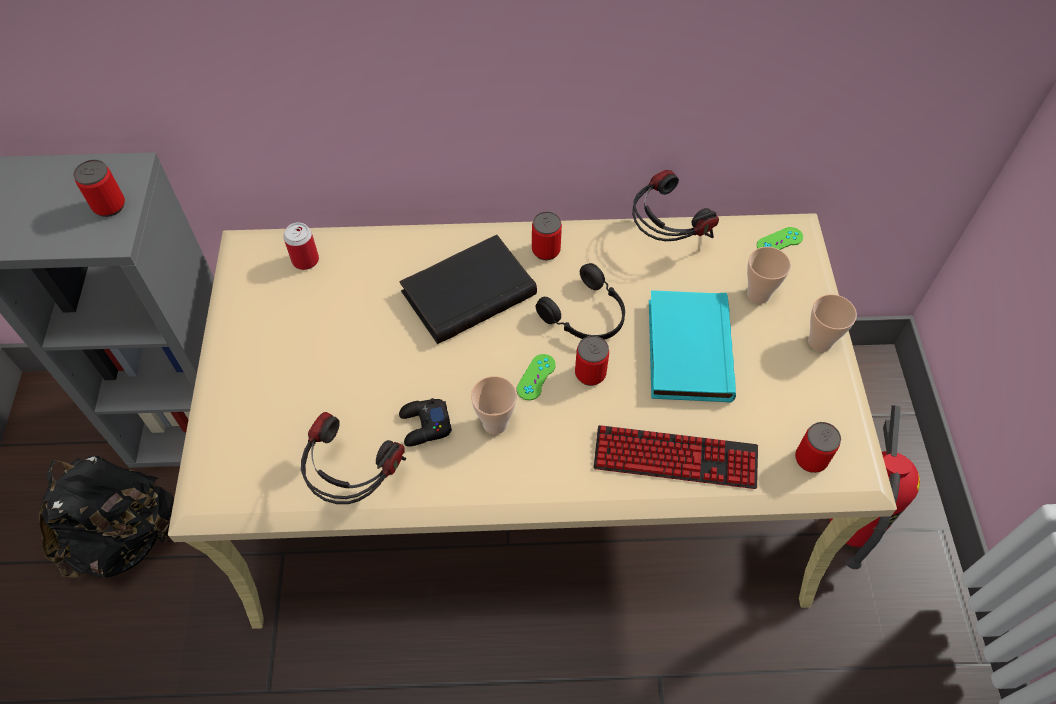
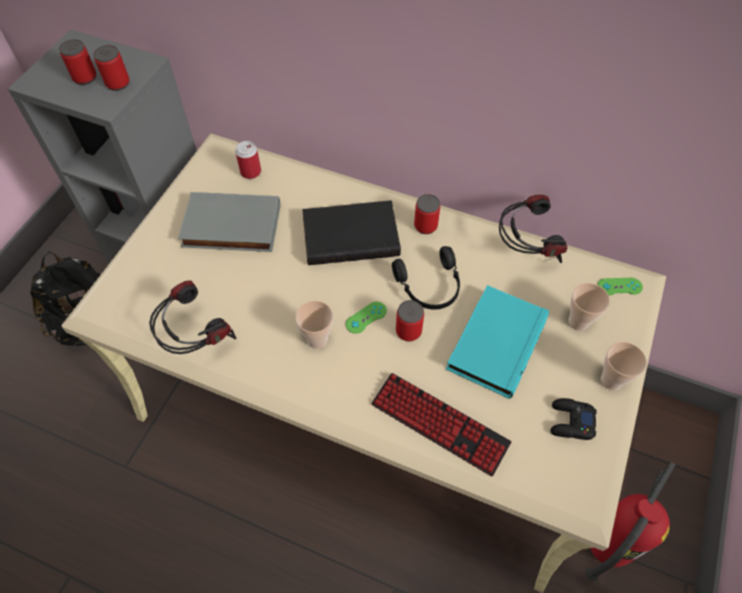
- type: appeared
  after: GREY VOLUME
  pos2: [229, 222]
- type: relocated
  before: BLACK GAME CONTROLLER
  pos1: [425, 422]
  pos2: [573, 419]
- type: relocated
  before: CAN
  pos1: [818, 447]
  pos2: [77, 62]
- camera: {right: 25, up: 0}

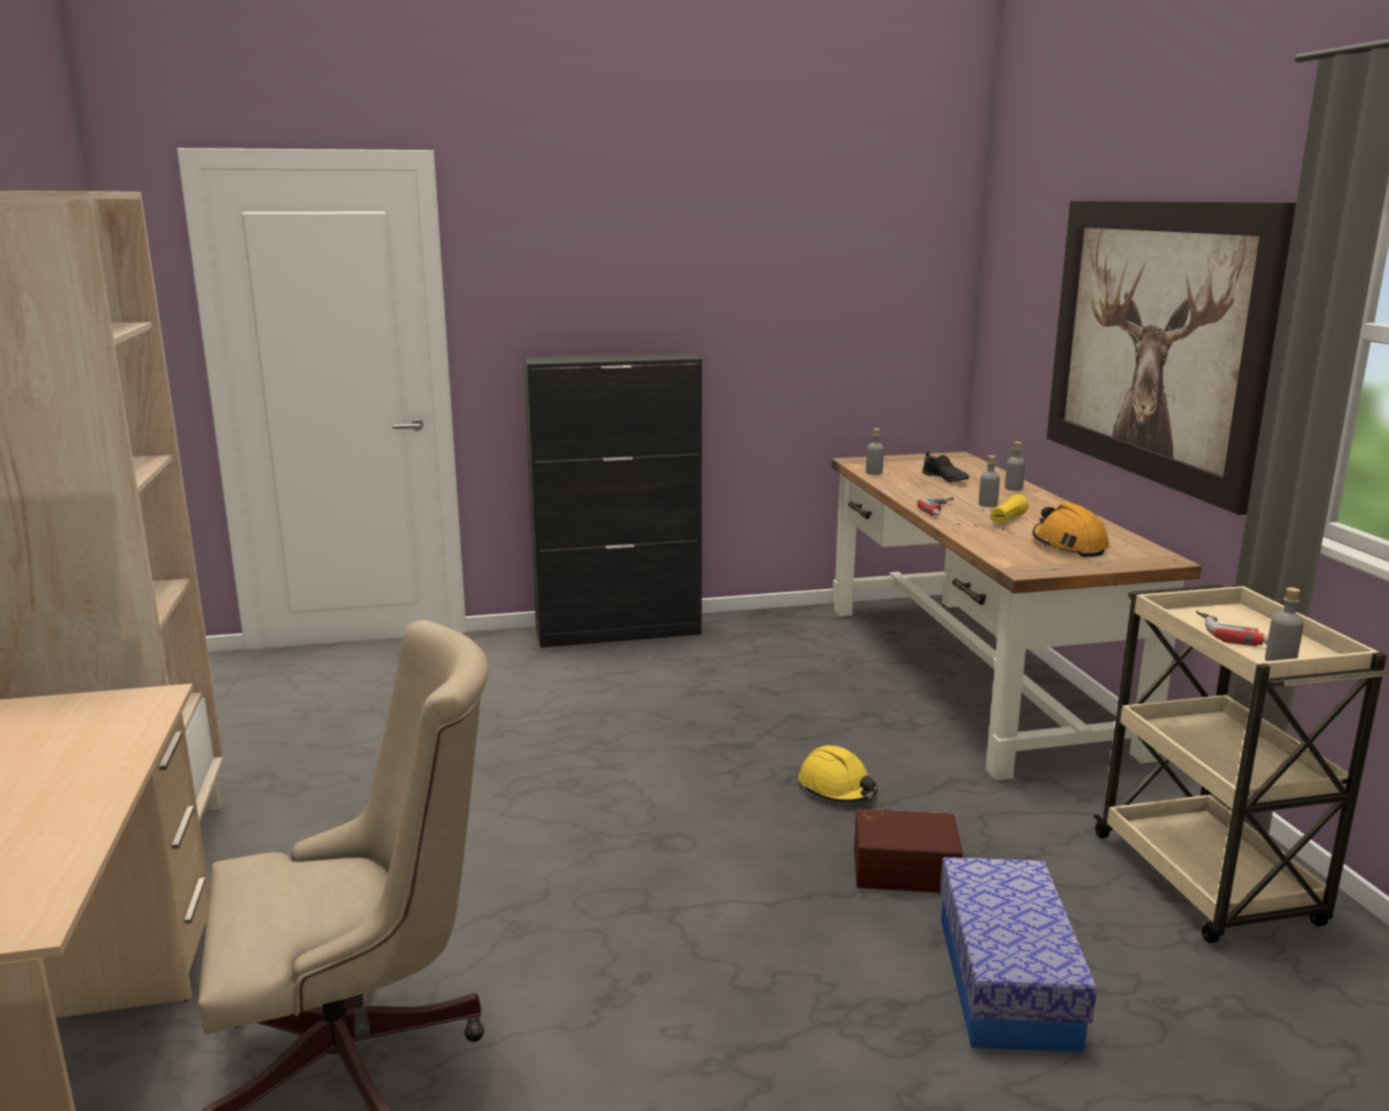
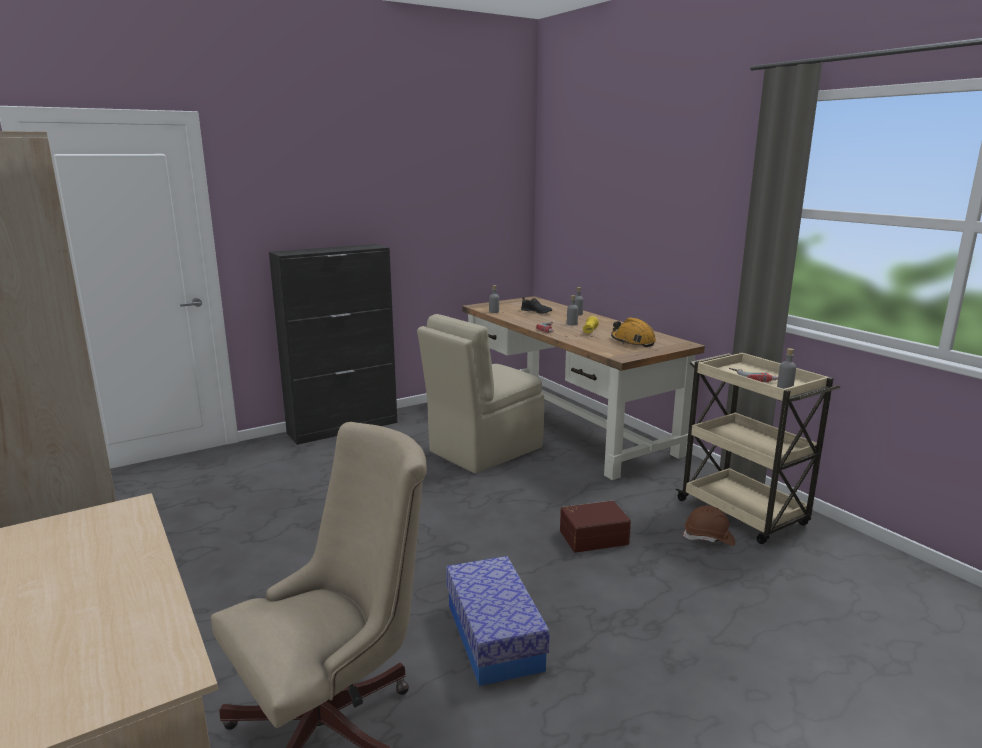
- type: missing
  before: YELLOWISH WORK HELMET
  pos1: [838, 774]
- type: missing
  before: WALL PICTURE
  pos1: [1171, 358]
- type: appeared
  after: BEIGE-COLOURED CHAIR
  pos2: [480, 393]
- type: appeared
  after: BROWN-COLOURED WORK HELMET
  pos2: [709, 526]
- type: relocated
  before: STORAGE BOX
  pos1: [1018, 955]
  pos2: [498, 621]
- camera: {right: -20, up: 0}

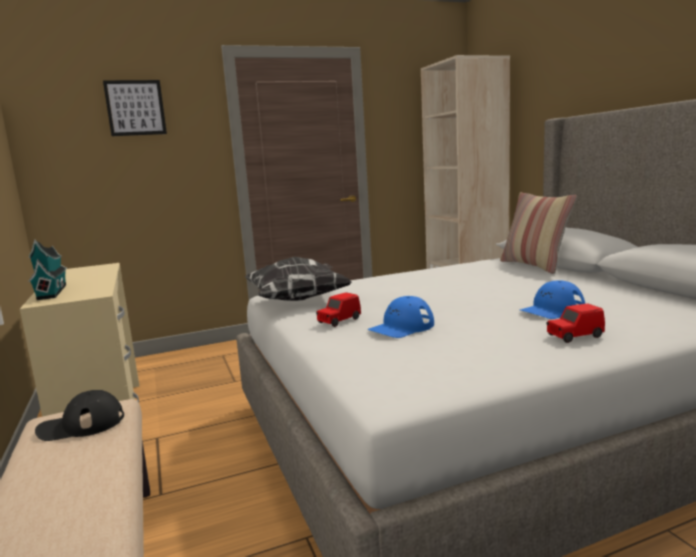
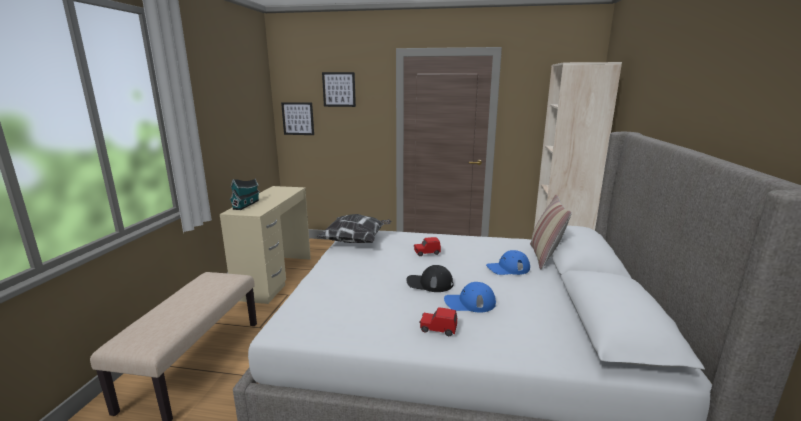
- type: appeared
  after: WALL PICTURE
  pos2: [297, 118]
- type: relocated
  before: BLACK PEAKED CAP
  pos1: [79, 415]
  pos2: [430, 278]
- type: relocated
  before: RED TOY CAR
  pos1: [338, 309]
  pos2: [427, 246]
- type: relocated
  before: BLUE PEAKED CAP
  pos1: [401, 317]
  pos2: [508, 262]
- camera: {right: 30, up: 5}

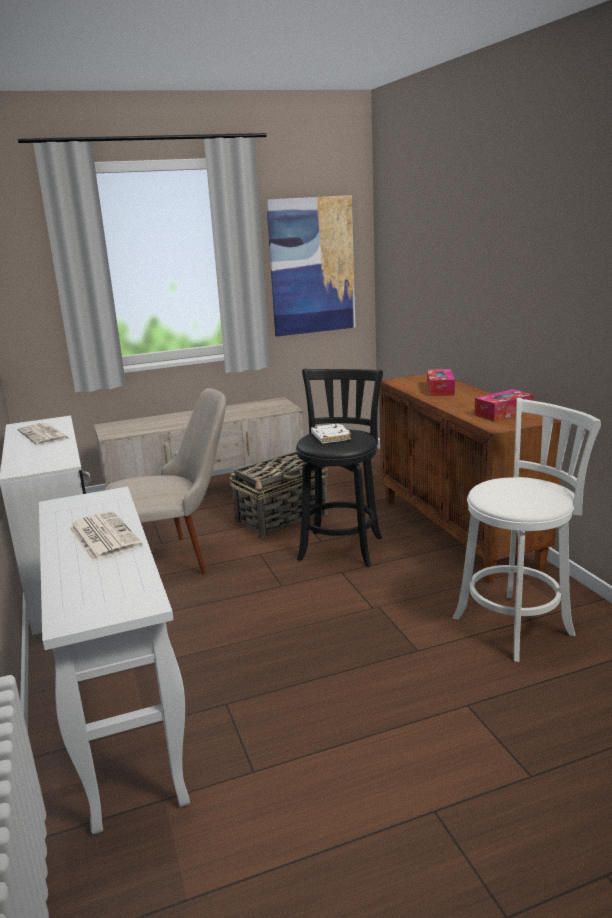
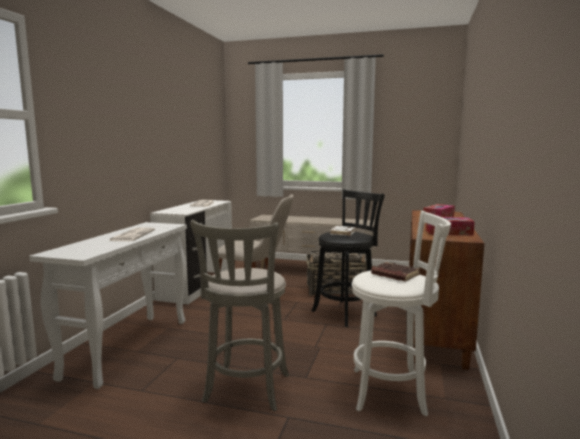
- type: missing
  before: WALL PICTURE
  pos1: [310, 265]
- type: appeared
  after: GREY STOOL SEAT
  pos2: [239, 315]
- type: appeared
  after: BROWN-COLOURED VOLUME
  pos2: [395, 271]
- camera: {right: 35, up: -10}

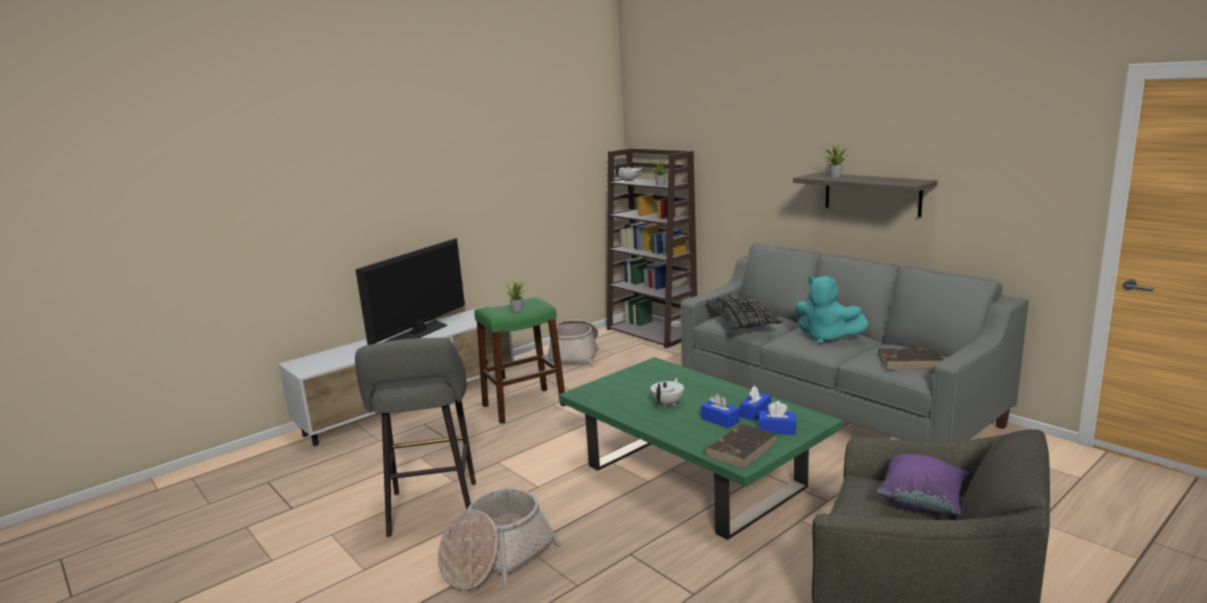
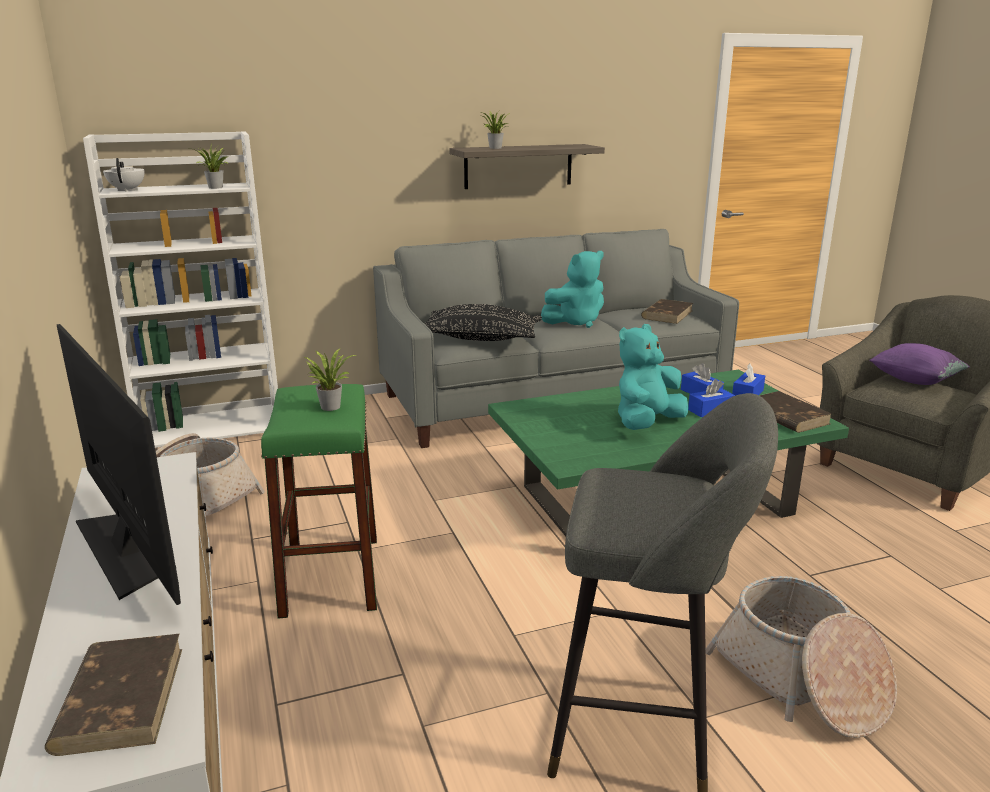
- type: appeared
  after: BROWN-COLOURED VOLUME
  pos2: [113, 695]
- type: exchanged
  before: WHITISH TEA POT
  after: TURQUOISE-COLOURED CUDDLY TOY
  pos1: [667, 392]
  pos2: [653, 377]
- type: colour
  before: BROWN-COLOURED BOOKSHELF
  after: WHITISH BOOKSHELF
  pos1: [652, 248]
  pos2: [180, 289]
- camera: {right: -70, up: 5}

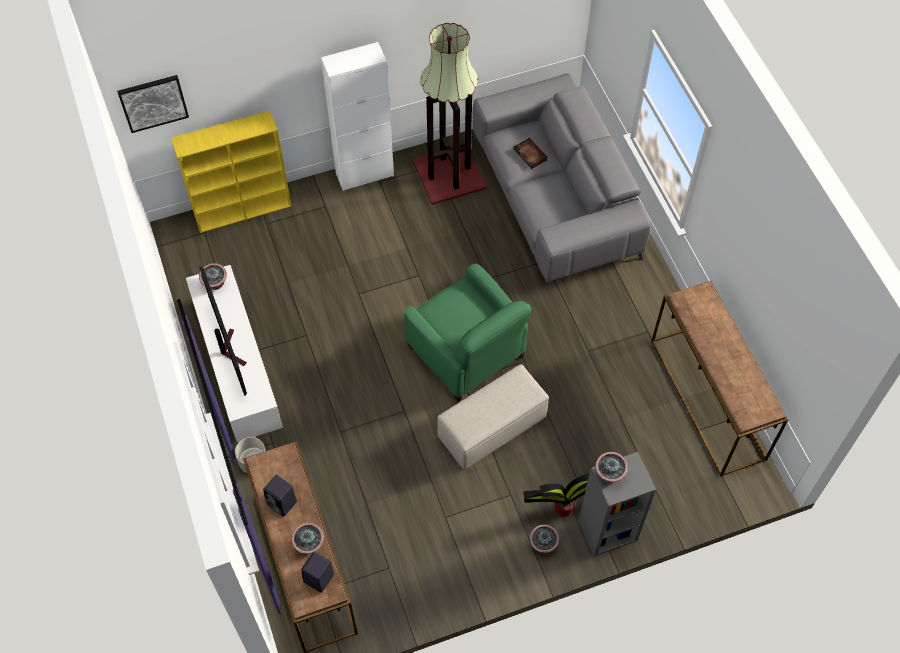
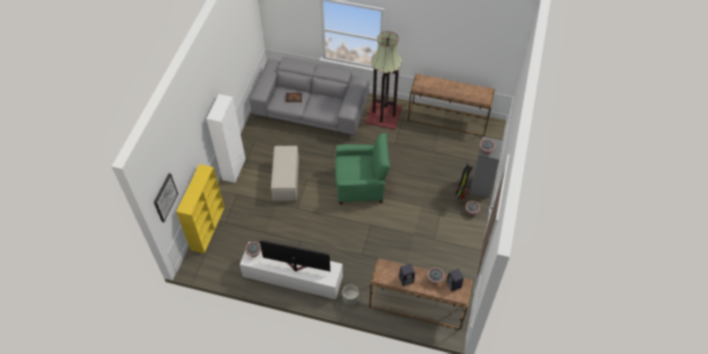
- type: relocated
  before: STANDARD LAMP
  pos1: [450, 114]
  pos2: [383, 80]
- type: relocated
  before: BEIGE-COLOURED POUFFE
  pos1: [493, 416]
  pos2: [285, 173]
- camera: {right: -55, up: -5}

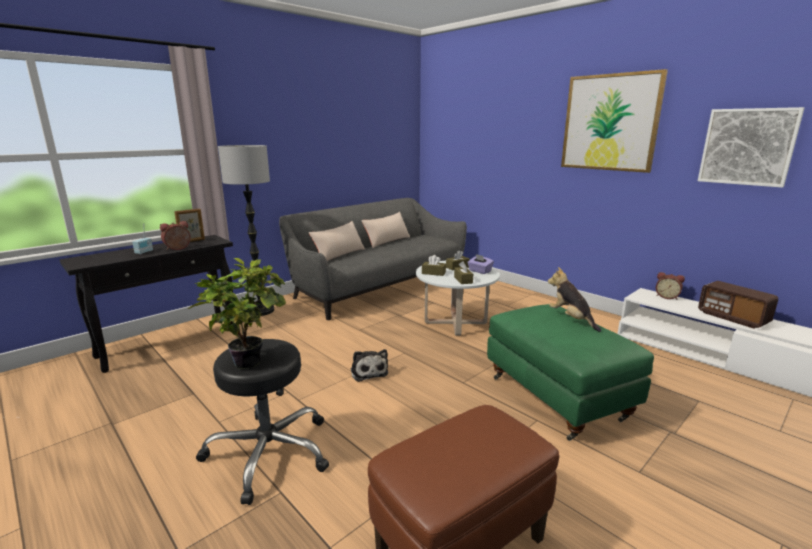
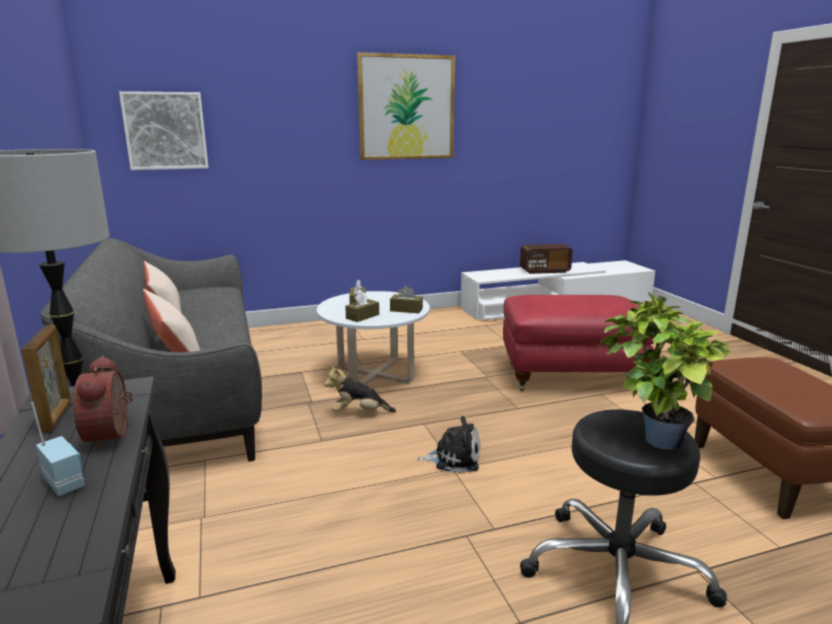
- type: missing
  before: PURPLISH TISSUE HOLDER
  pos1: [480, 264]
- type: missing
  before: ALARM CLOCK
  pos1: [670, 286]
- type: relocated
  before: CUDDLY TOY
  pos1: [574, 299]
  pos2: [360, 388]
- type: relocated
  before: WALL PICTURE
  pos1: [751, 147]
  pos2: [164, 130]
- type: colour
  before: GREENISH POUFFE
  after: RED POUFFE
  pos1: [570, 372]
  pos2: [579, 343]
- camera: {right: -65, up: 0}

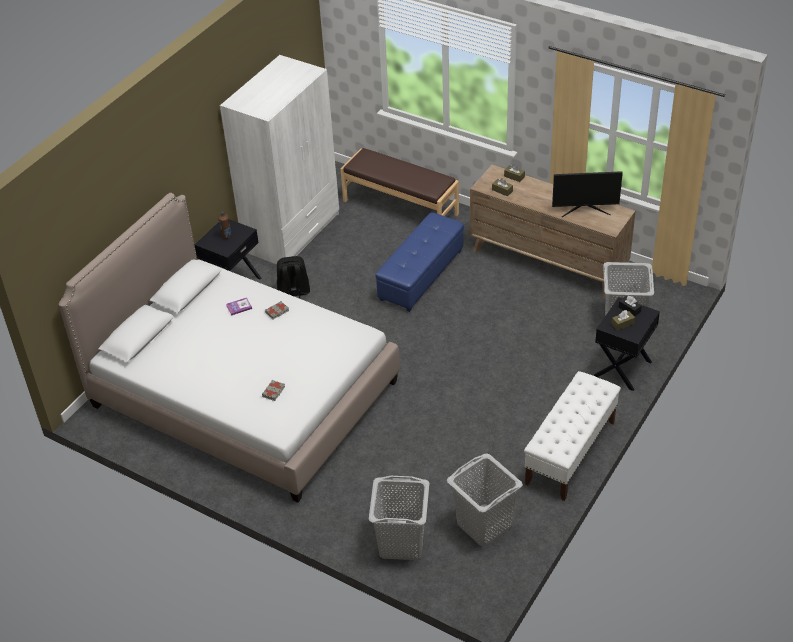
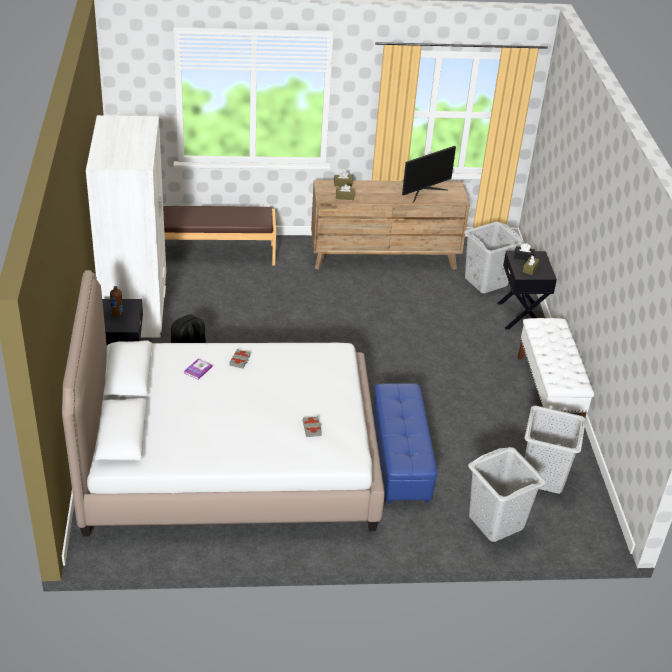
- type: relocated
  before: BLUE POUFFE
  pos1: [419, 262]
  pos2: [405, 443]
- camera: {right: -40, up: -5}

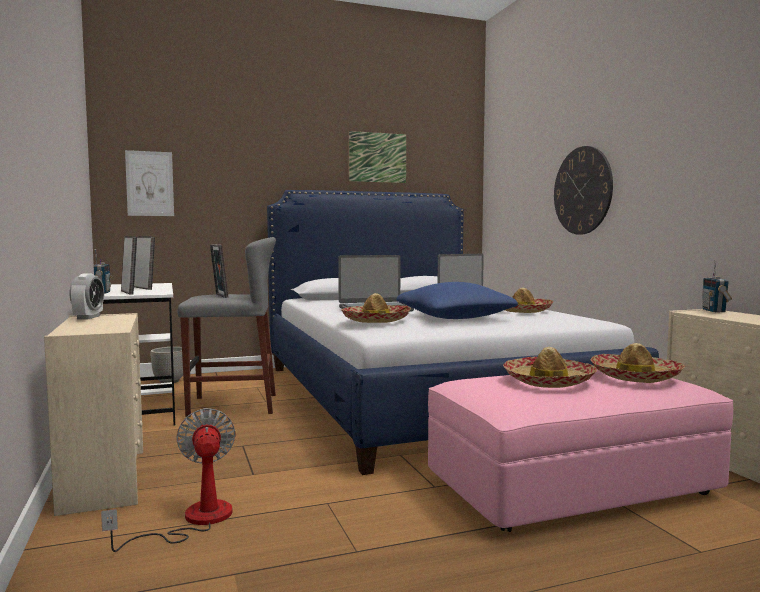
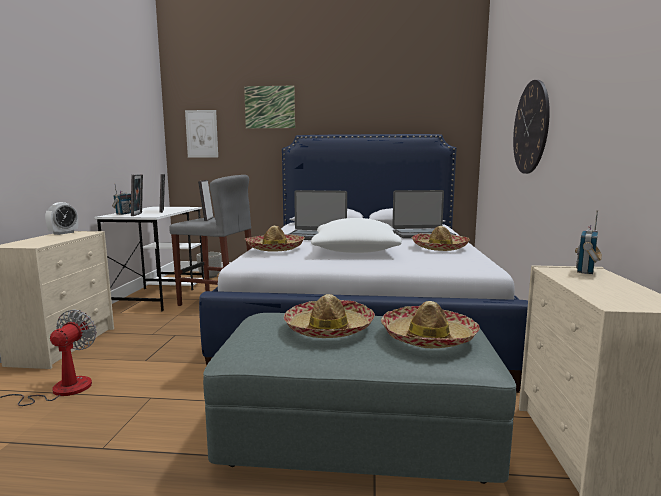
- type: relocated
  before: WALL PICTURE
  pos1: [377, 157]
  pos2: [269, 107]
- type: colour
  before: BLUE THROW PILLOW
  after: WHITISH THROW PILLOW
  pos1: [457, 300]
  pos2: [356, 235]
- type: colour
  before: PINK-COLOURED POUFFE
  after: GREY POUFFE
  pos1: [580, 451]
  pos2: [359, 398]
- camera: {right: 25, up: 5}

